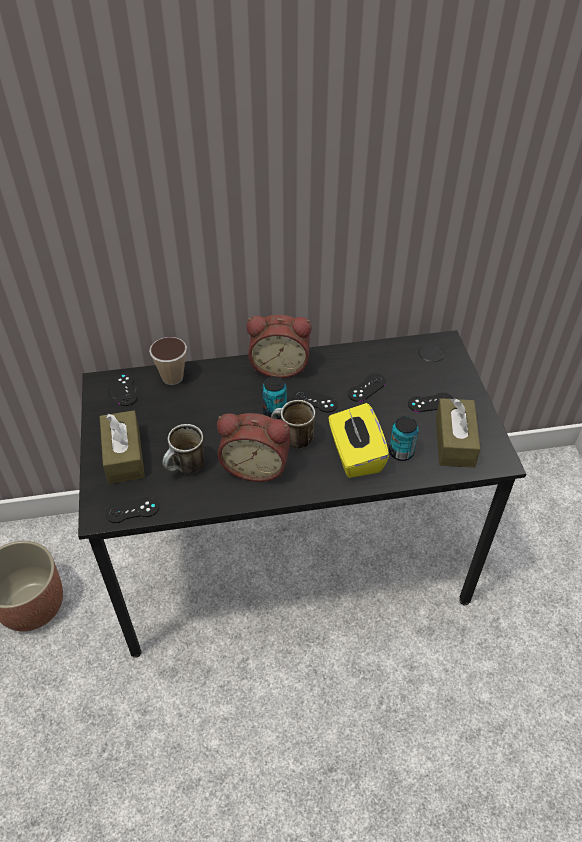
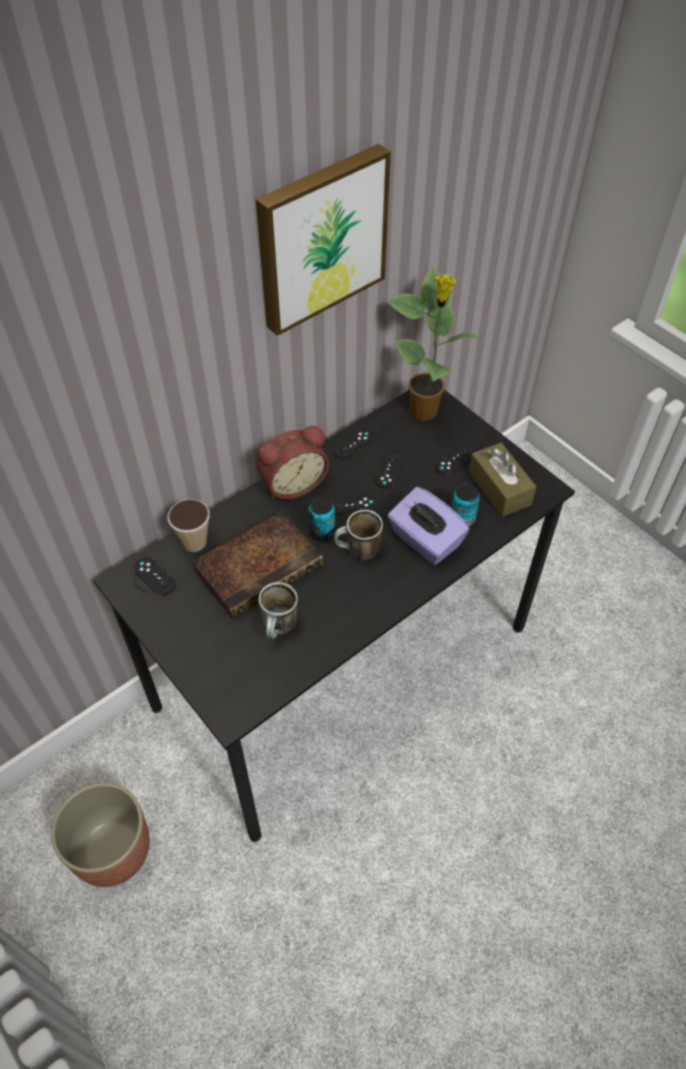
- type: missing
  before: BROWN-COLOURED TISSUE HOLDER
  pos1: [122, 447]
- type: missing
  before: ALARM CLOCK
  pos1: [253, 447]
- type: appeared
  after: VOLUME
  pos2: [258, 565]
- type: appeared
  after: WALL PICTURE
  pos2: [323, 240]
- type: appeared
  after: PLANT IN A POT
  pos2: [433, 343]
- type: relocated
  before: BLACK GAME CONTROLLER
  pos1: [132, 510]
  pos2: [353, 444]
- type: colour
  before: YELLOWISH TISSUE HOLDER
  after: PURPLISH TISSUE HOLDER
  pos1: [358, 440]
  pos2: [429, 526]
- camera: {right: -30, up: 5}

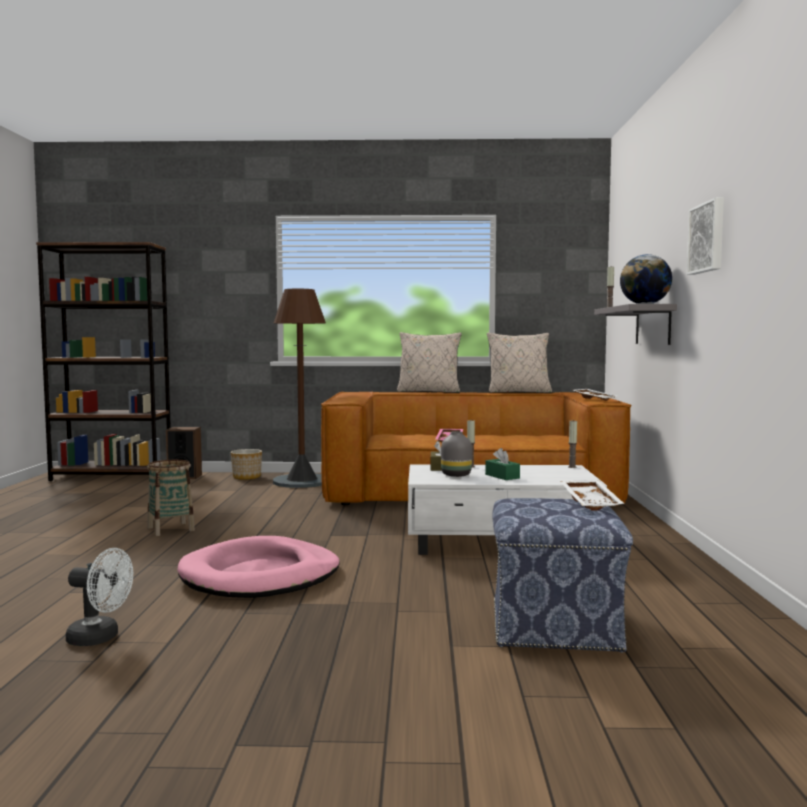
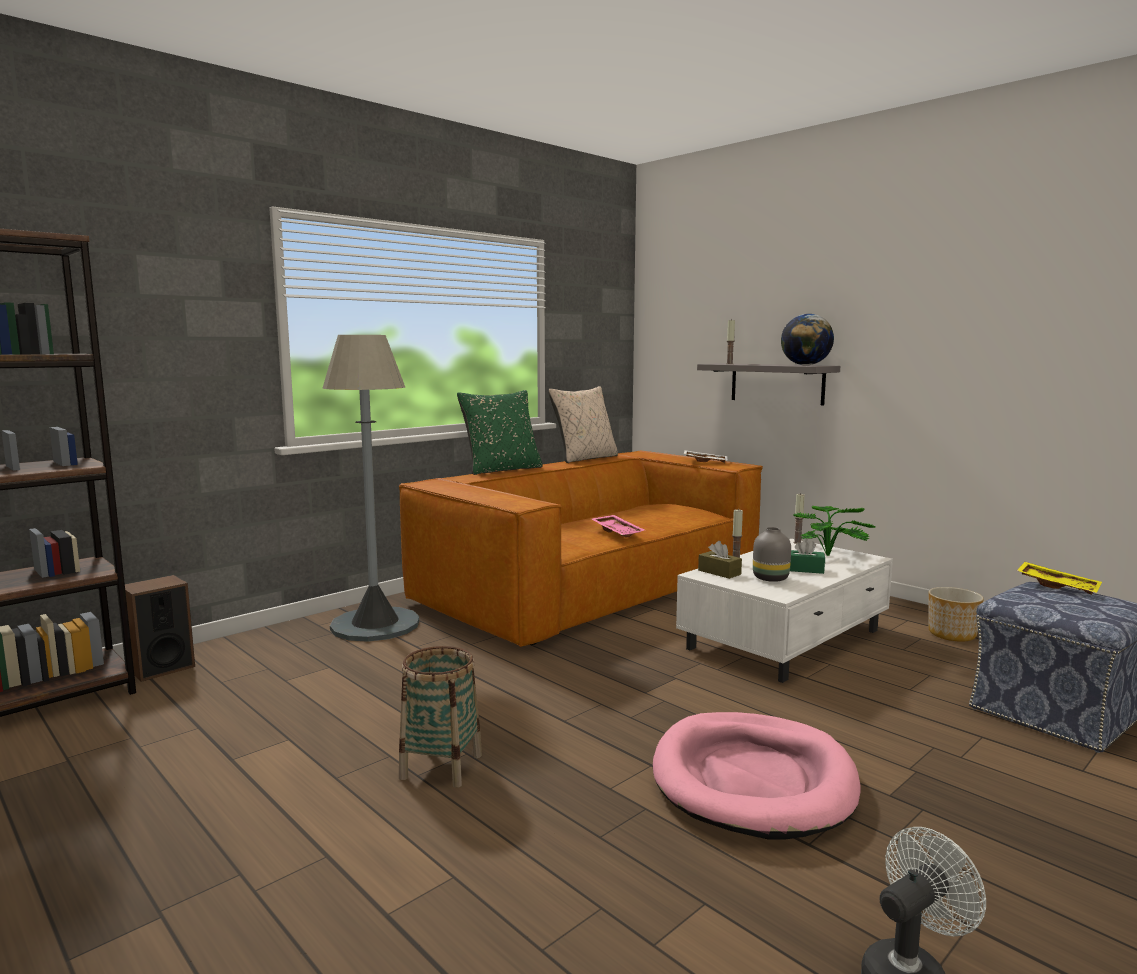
- type: missing
  before: WALL PICTURE
  pos1: [705, 236]
- type: appeared
  after: PLANT IN A POT
  pos2: [834, 531]
- type: relocated
  before: FLOWER POT
  pos1: [246, 464]
  pos2: [956, 614]
- type: colour
  before: BROWN-COLOURED STANDARD LAMP
  after: GREY STANDARD LAMP
  pos1: [299, 388]
  pos2: [370, 488]
- type: colour
  before: BEIGE-COLOURED THROW PILLOW
  after: GREENISH THROW PILLOW
  pos1: [429, 362]
  pos2: [500, 432]
- type: colour
  before: WHITISH CARRYING TRAY
  after: YELLOWISH CARRYING TRAY
  pos1: [592, 495]
  pos2: [1059, 578]
- camera: {right: -45, up: 5}

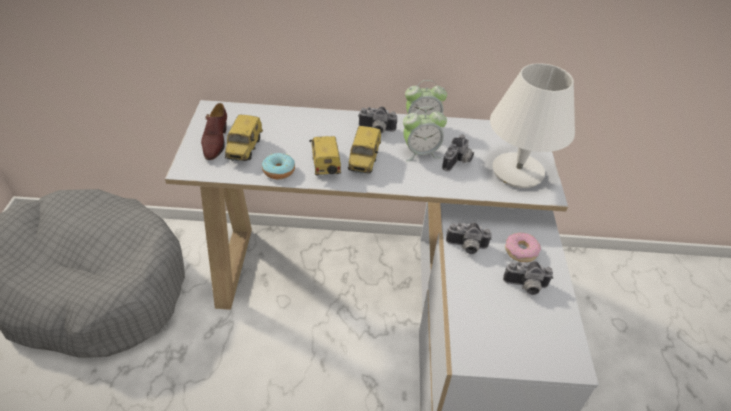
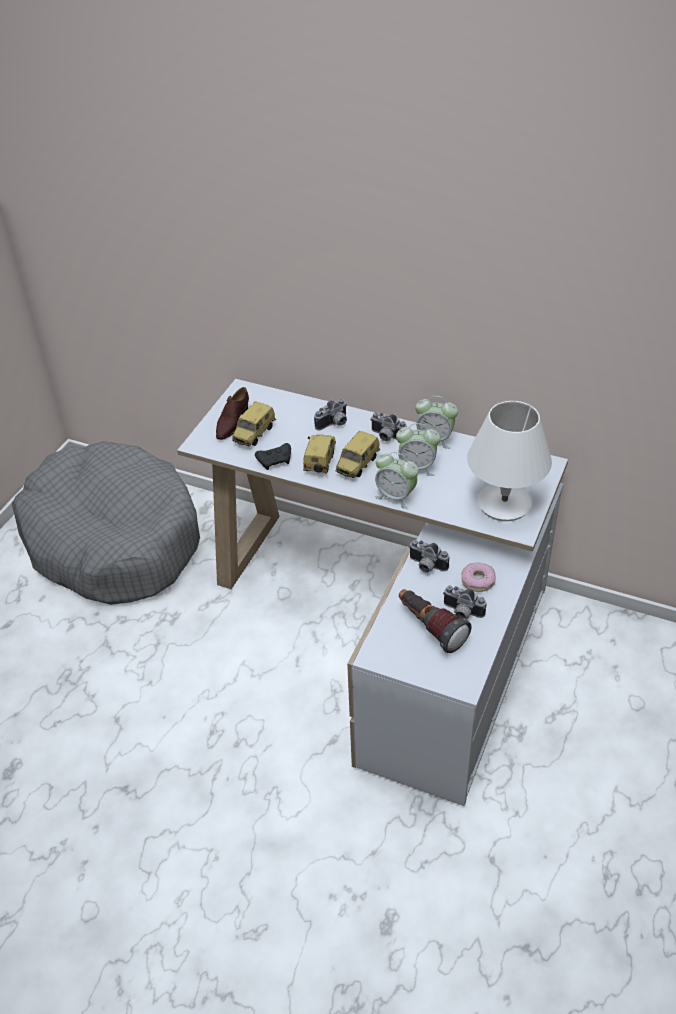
- type: appeared
  after: ALARM CLOCK
  pos2: [397, 480]
- type: appeared
  after: HAND TORCH
  pos2: [435, 621]
- type: relocated
  before: STILL CAMERA
  pos1: [458, 152]
  pos2: [330, 414]
- type: exchanged
  before: RING DOUGHNUT
  after: BLACK GAME CONTROLLER
  pos1: [278, 166]
  pos2: [273, 456]
- camera: {right: 25, up: 0}

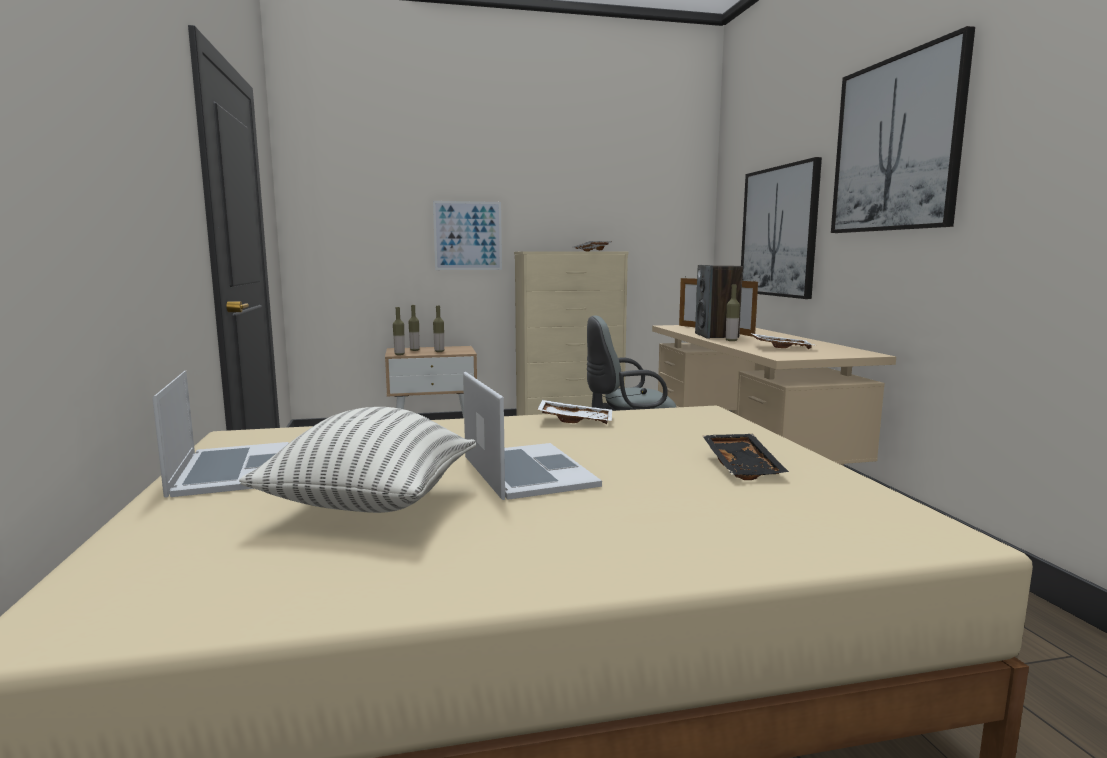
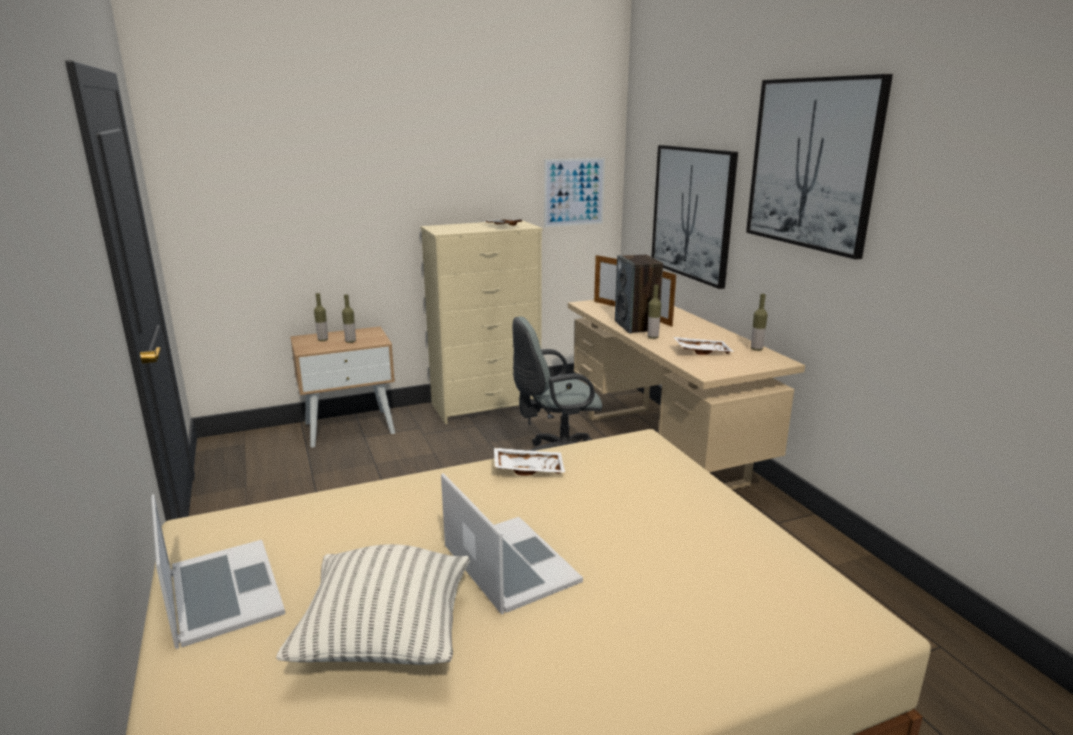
- type: missing
  before: BLACK CARRYING TRAY
  pos1: [746, 457]
- type: relocated
  before: BOTTLE
  pos1: [399, 331]
  pos2: [759, 322]
- type: relocated
  before: WALL PICTURE
  pos1: [467, 235]
  pos2: [574, 192]
- camera: {right: -10, up: 10}

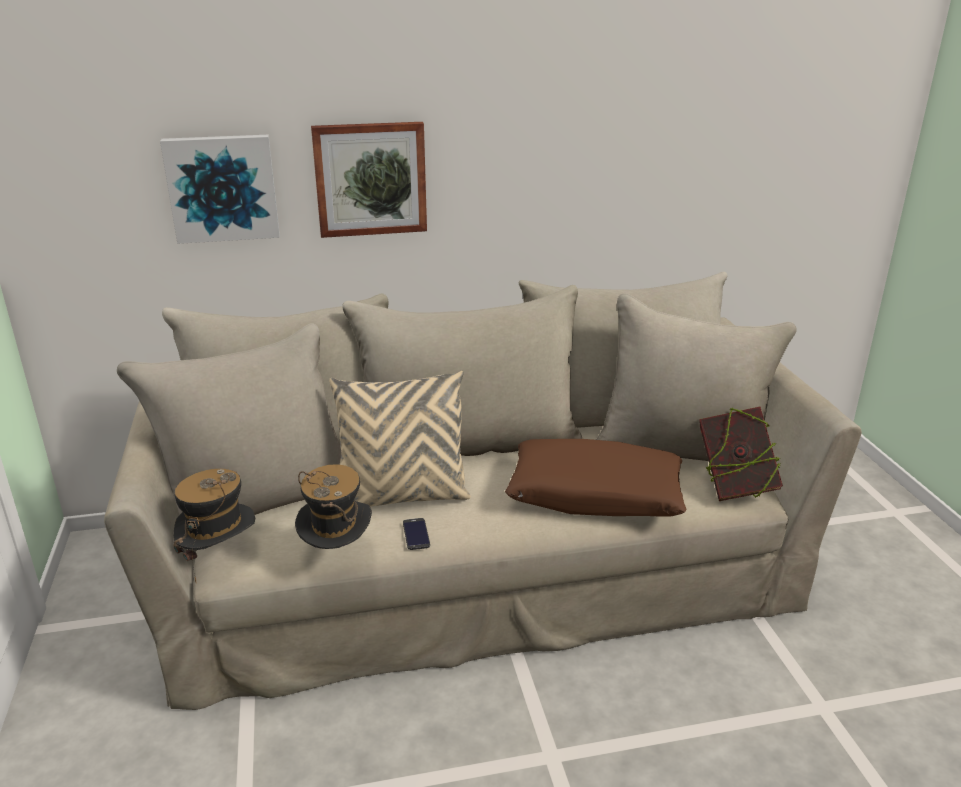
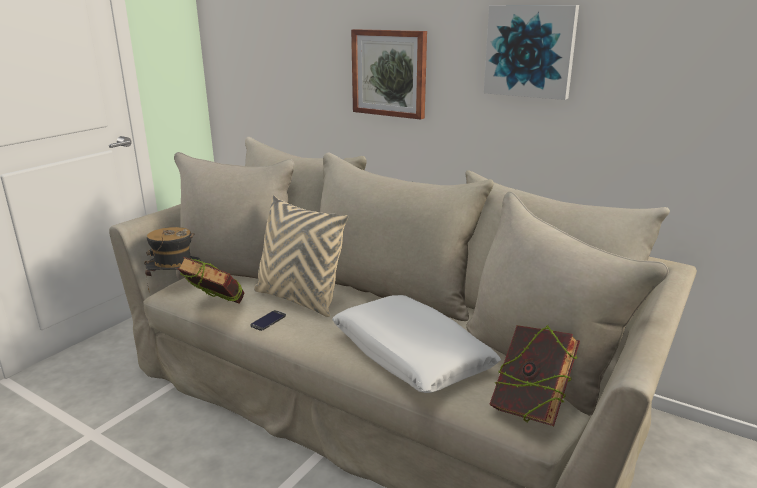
- type: relocated
  before: WALL PICTURE
  pos1: [220, 189]
  pos2: [531, 52]
- type: exchanged
  before: HAT
  after: VOLUME
  pos1: [333, 506]
  pos2: [211, 280]
- type: colour
  before: BROWN-COLOURED THROW PILLOW
  after: WHITISH THROW PILLOW
  pos1: [595, 477]
  pos2: [416, 344]
- camera: {right: 45, up: -5}

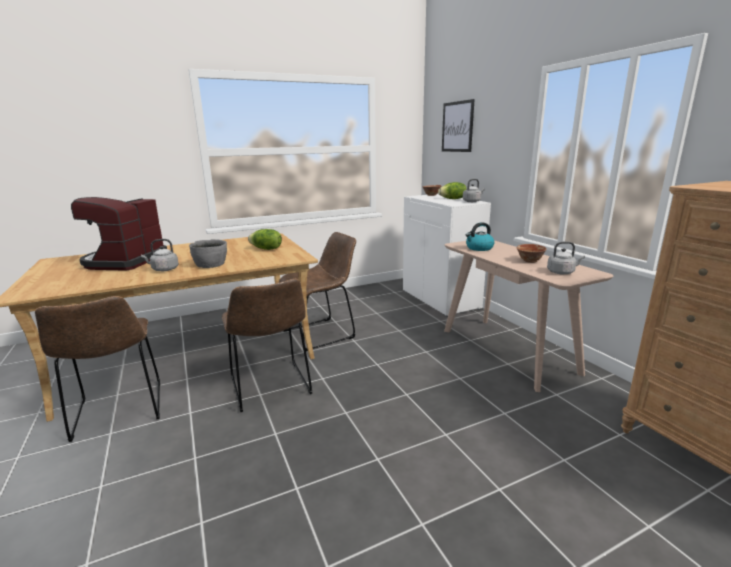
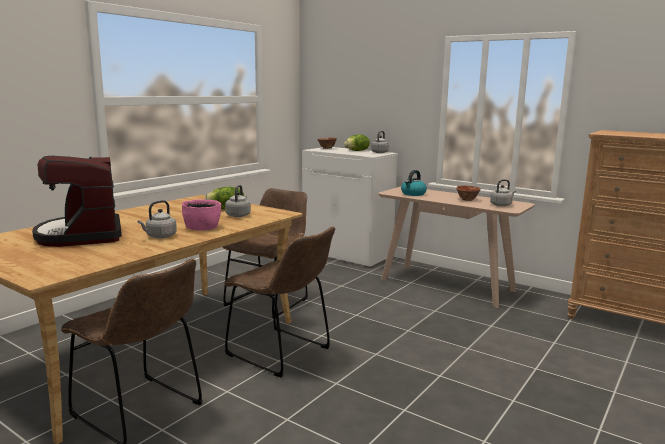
- type: missing
  before: WALL PICTURE
  pos1: [458, 125]
- type: appeared
  after: GREY KETTLE
  pos2: [238, 201]
- type: colour
  before: GREY BOWL
  after: PINK-COLOURED BOWL
  pos1: [208, 253]
  pos2: [201, 215]
- camera: {right: -30, up: -5}

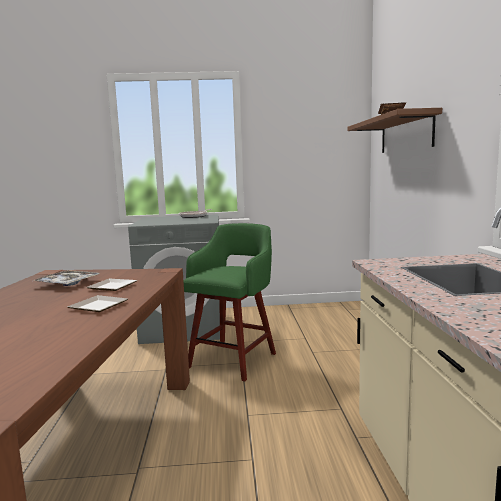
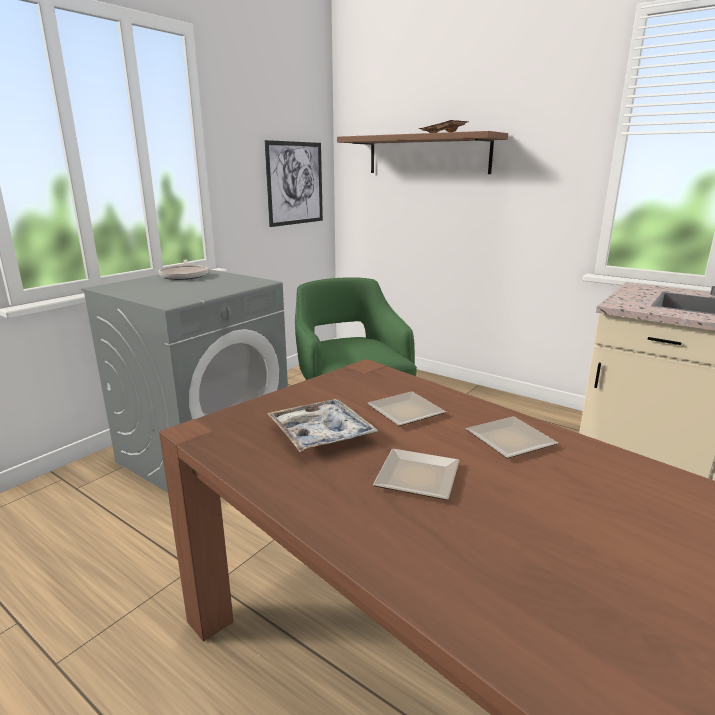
- type: appeared
  after: WALL PICTURE
  pos2: [294, 183]
- type: appeared
  after: PLATE
  pos2: [416, 474]
- camera: {right: -50, up: 10}

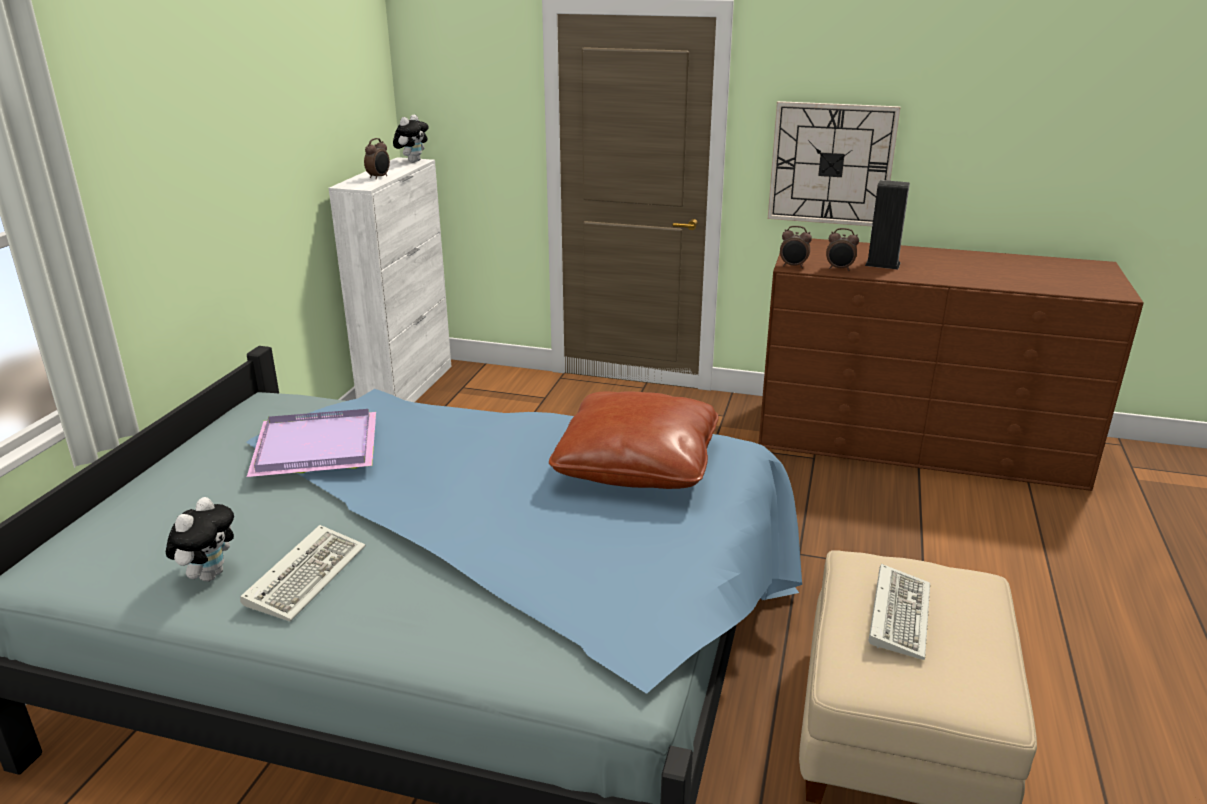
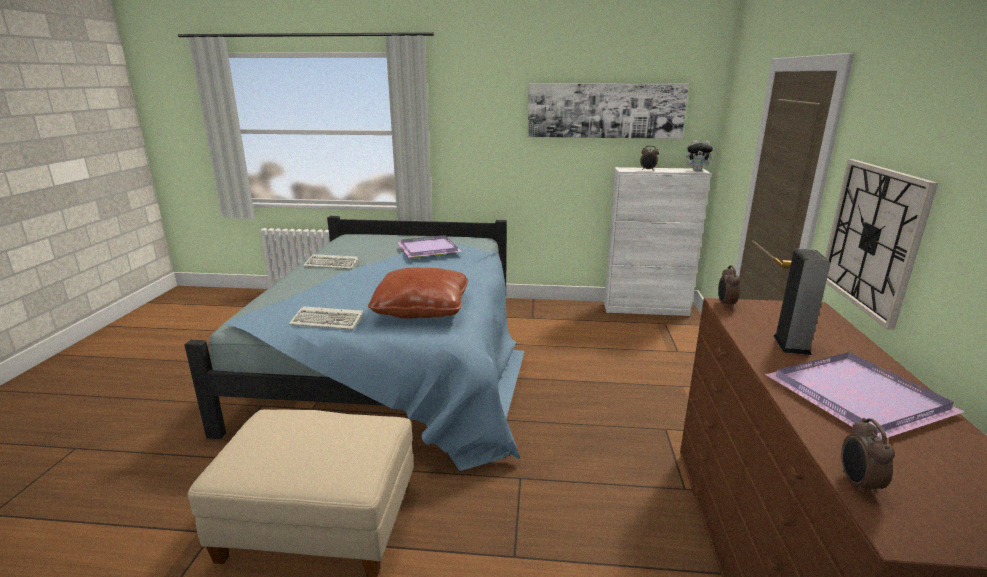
- type: missing
  before: CUDDLY TOY
  pos1: [200, 539]
- type: appeared
  after: WALL PICTURE
  pos2: [608, 111]
- type: appeared
  after: PURPLISH CARRYING TRAY
  pos2: [864, 395]
- type: relocated
  before: ALARM CLOCK
  pos1: [842, 249]
  pos2: [868, 456]
- type: relocated
  before: COMPUTER KEYBOARD
  pos1: [899, 612]
  pos2: [326, 318]
- camera: {right: 80, up: -5}

